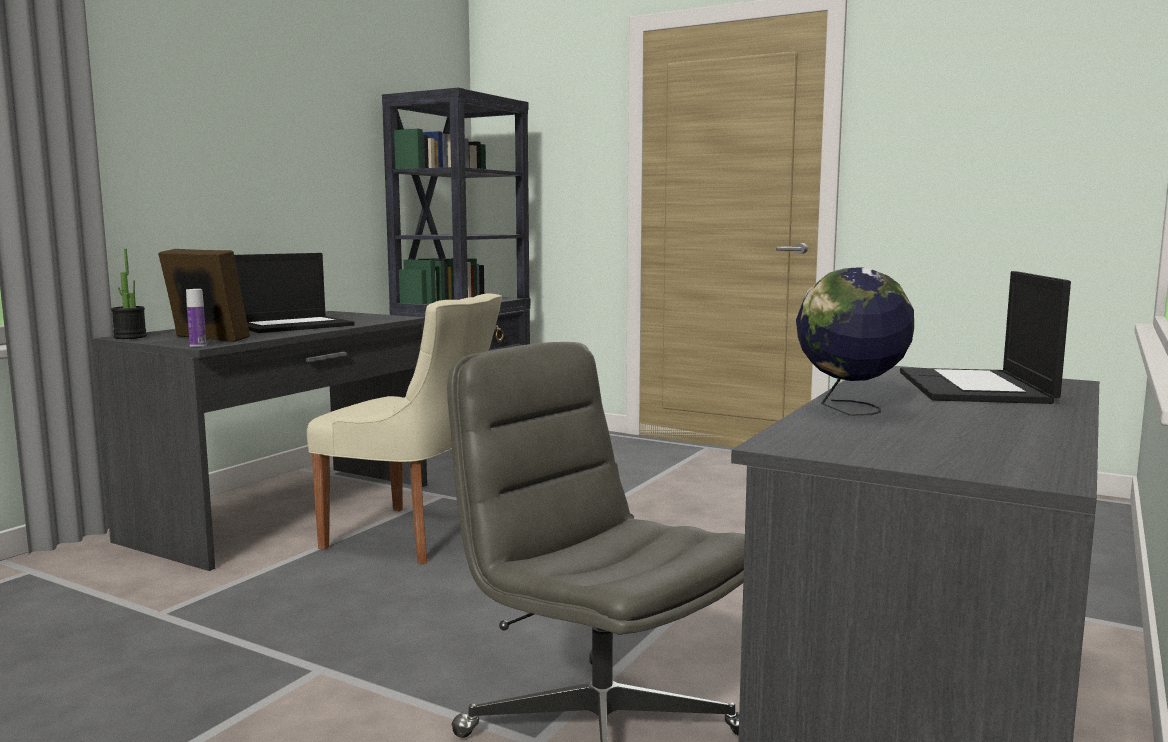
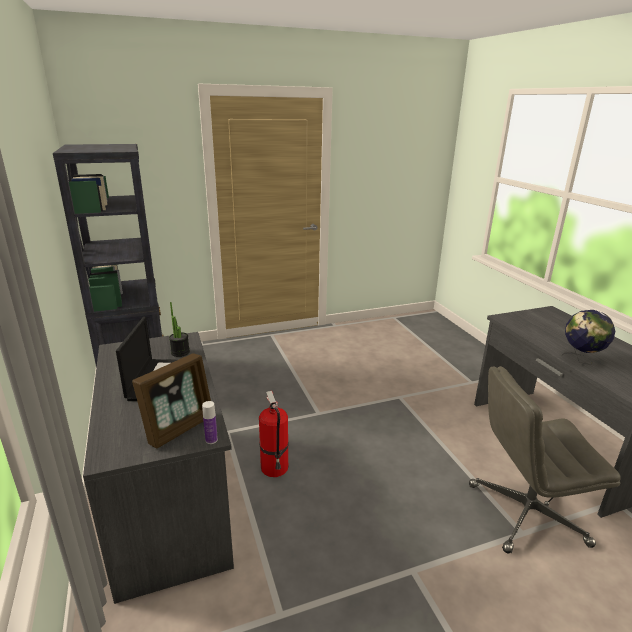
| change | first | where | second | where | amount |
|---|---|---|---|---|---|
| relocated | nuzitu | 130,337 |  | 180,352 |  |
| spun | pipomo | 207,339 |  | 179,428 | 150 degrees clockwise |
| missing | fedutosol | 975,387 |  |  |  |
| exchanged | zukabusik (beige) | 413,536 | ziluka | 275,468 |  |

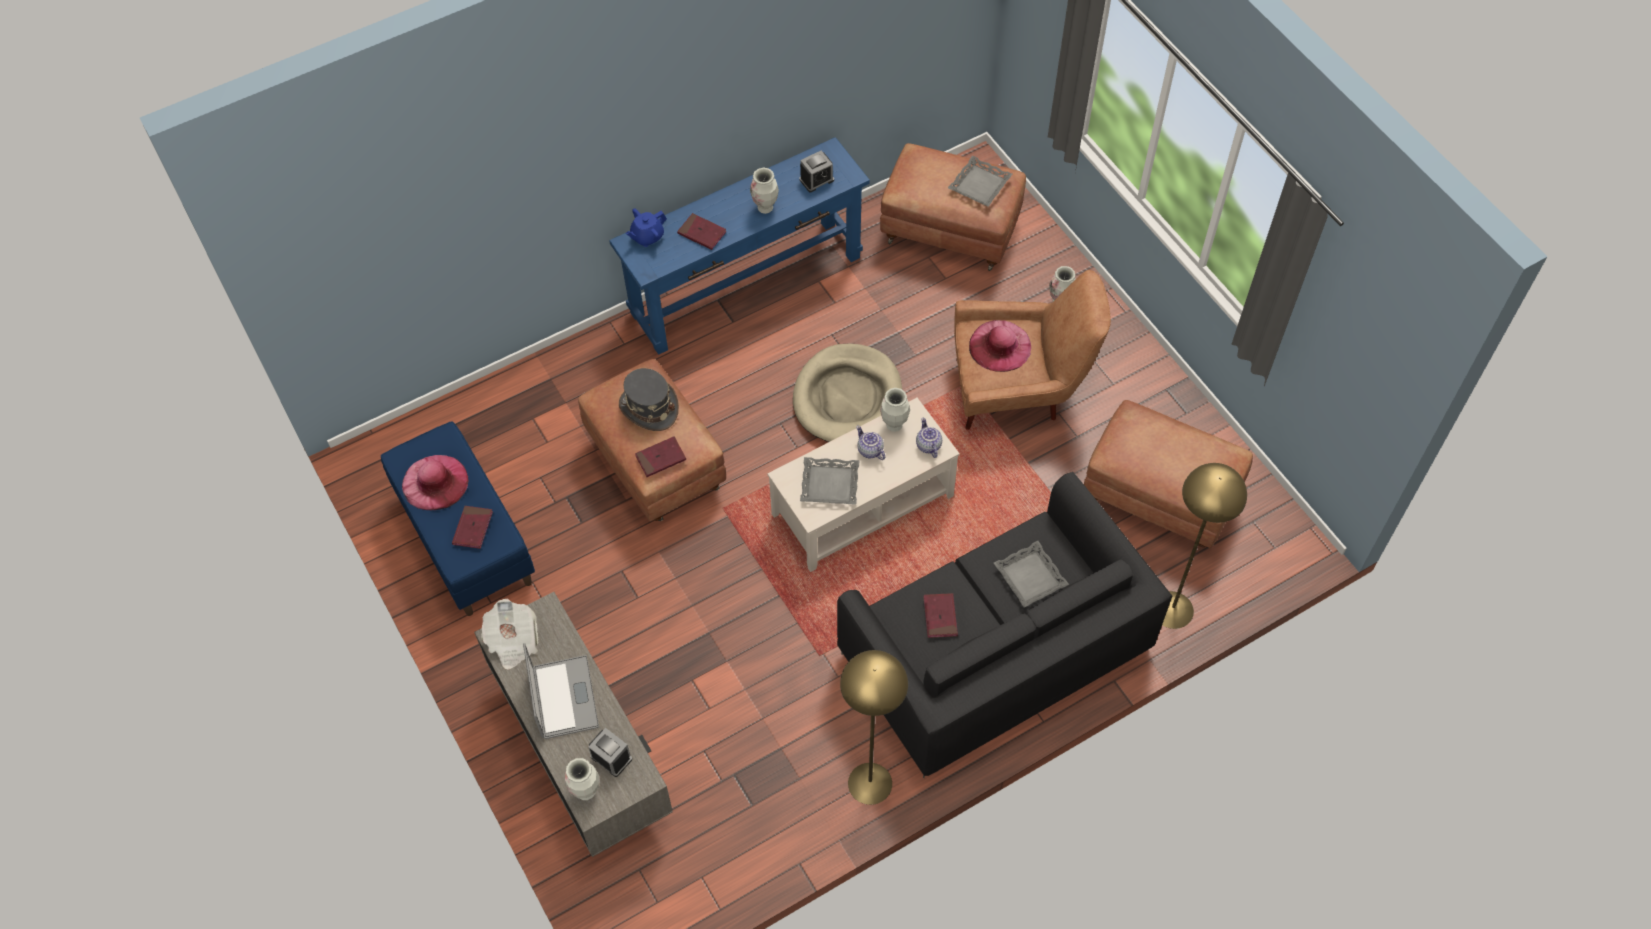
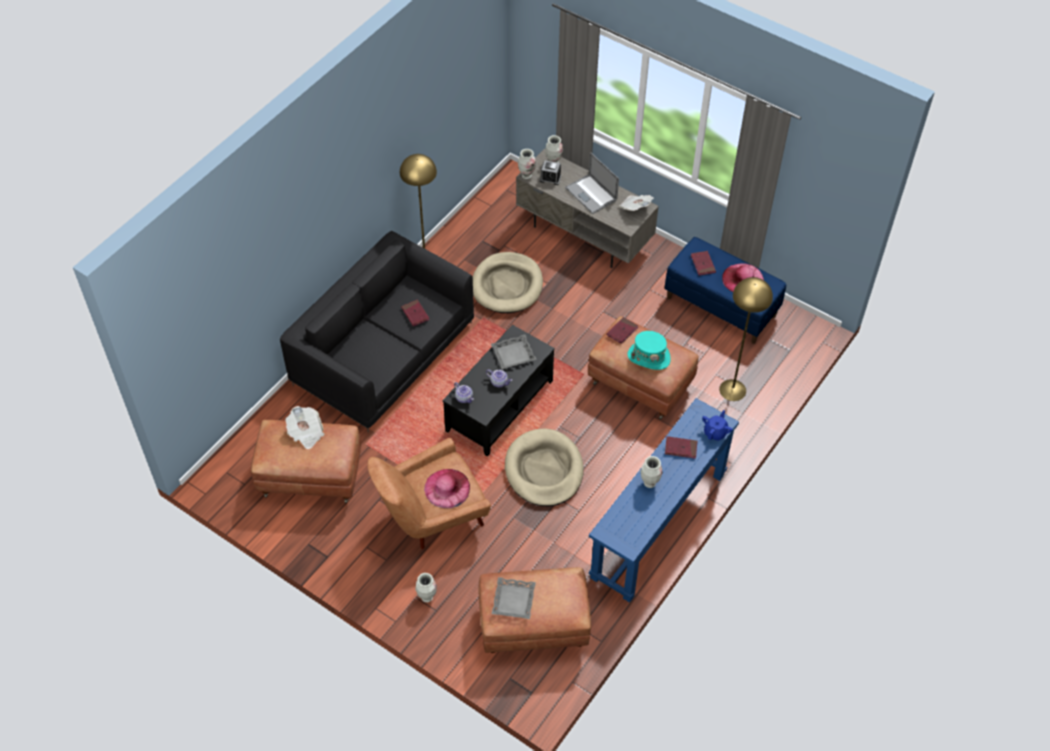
| change | first | where | second | where | amount |
|---|---|---|---|---|---|
| missing | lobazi | 816,180 |  |  |  |
| colour | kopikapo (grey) | 649,407 | kopikapo (turquoise) | 649,357 |  |
| relocated | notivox | 894,425 |  | 526,176 |  |
| colour | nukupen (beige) | 862,506 | nukupen (black) | 499,406 |  |
| relocated | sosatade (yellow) | 1172,610 |  | 732,390 |  |
| missing | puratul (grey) | 1029,577 |  |  |  |
| appeared |  |  | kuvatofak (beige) | 507,285 |  |
| appeared |  |  | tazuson | 306,433 |  |

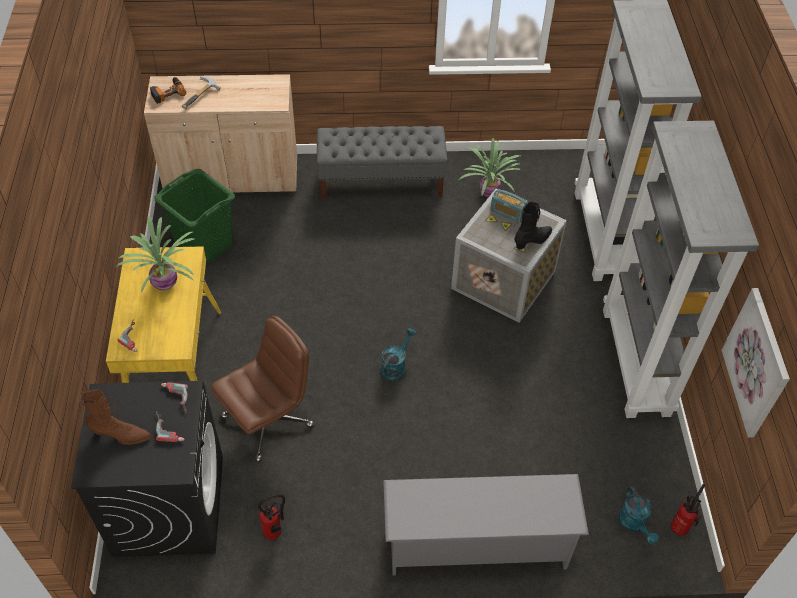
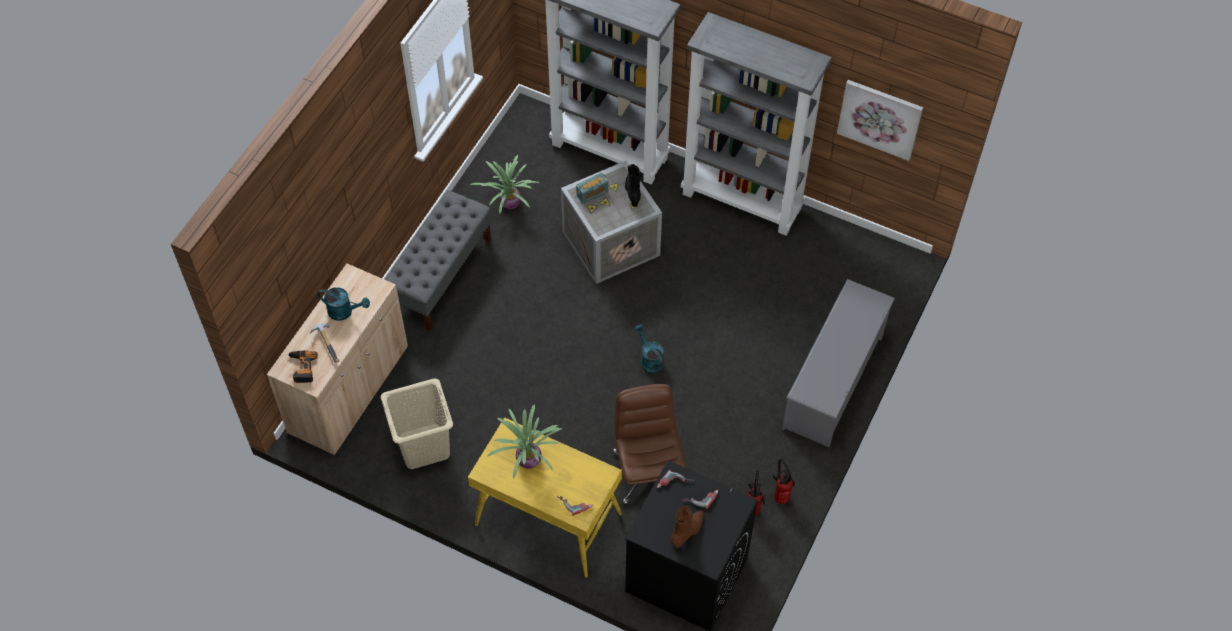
| change | first | where | second | where | amount |
|---|---|---|---|---|---|
| colour | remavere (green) | 205,245 | remavere (beige) | 423,446 |  |
| relocated | ziluka | 681,527 |  | 781,496 |  |
| relocated | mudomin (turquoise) | 634,524 |  | 344,311 |  |

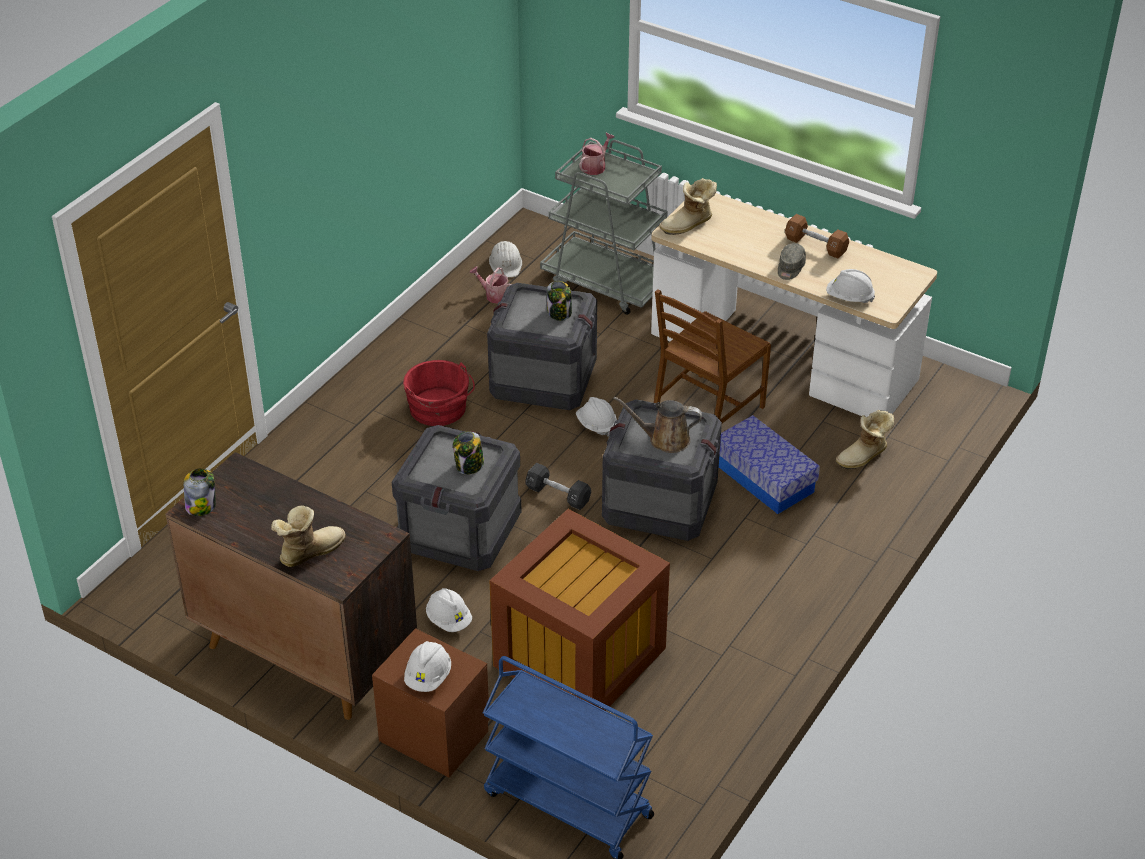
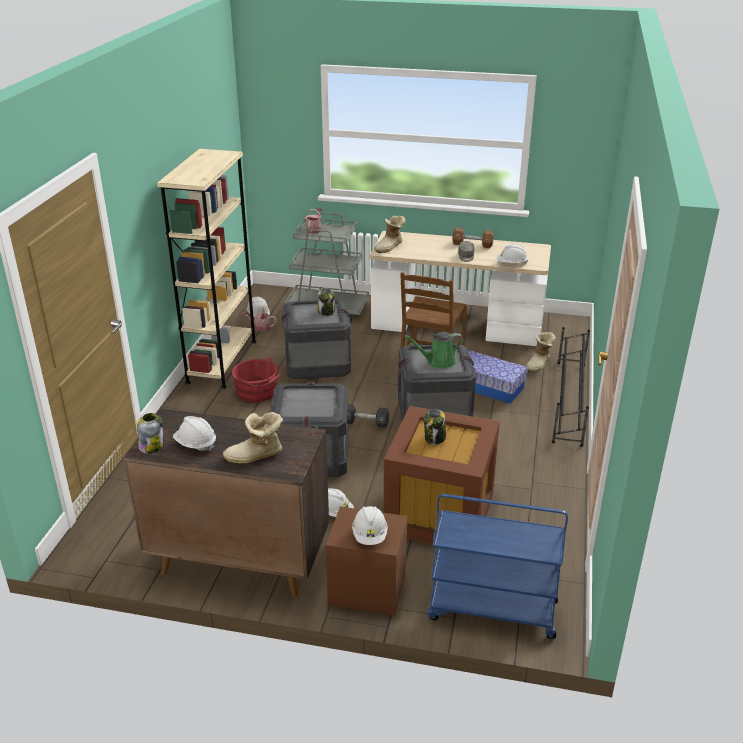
| change | first | where | second | where | amount |
|---|---|---|---|---|---|
| relocated | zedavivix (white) | 596,425 |  | 195,444 |  |
| colour | mudomin (brown) | 665,439 | mudomin (green) | 438,362 |  |
| relocated | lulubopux | 469,466 |  | 435,438 |  |
| spun | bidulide | 309,551 |  | 255,456 | 135 degrees counterclockwise |
| appeared |  |  | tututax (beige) | 222,361 |  |
| appeared |  |  | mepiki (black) | 568,402 |  |

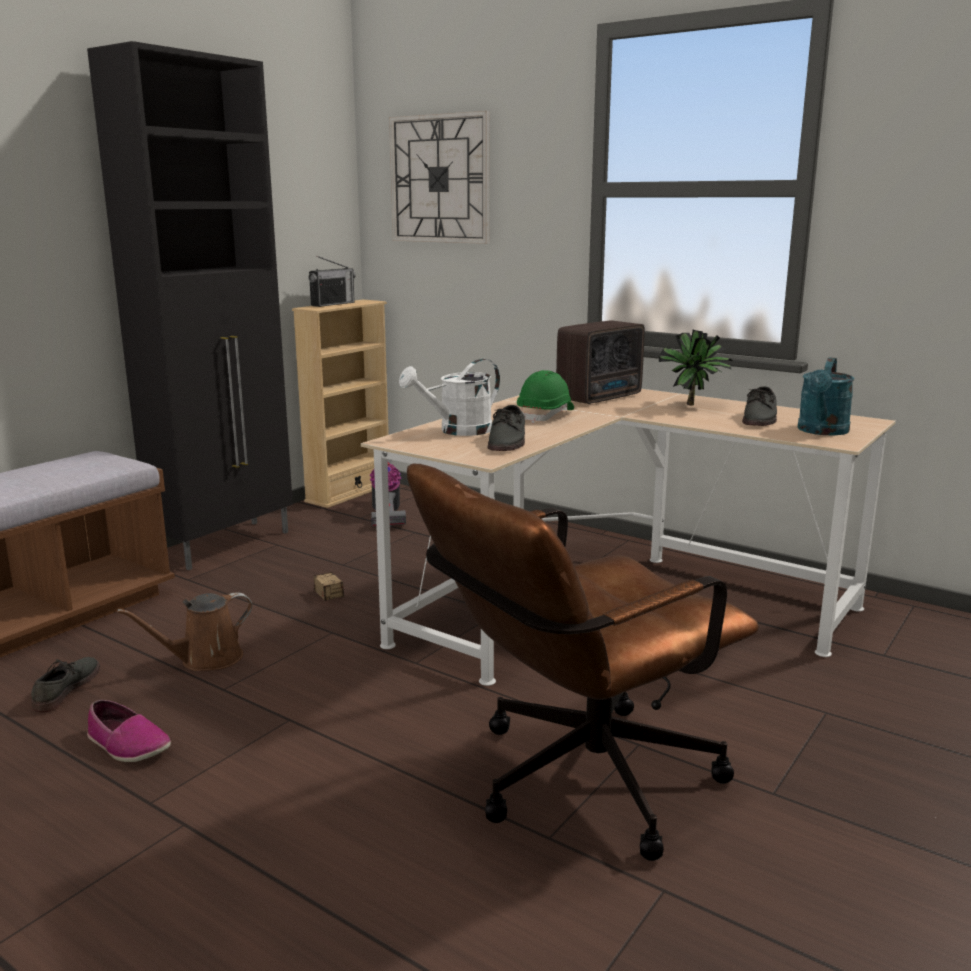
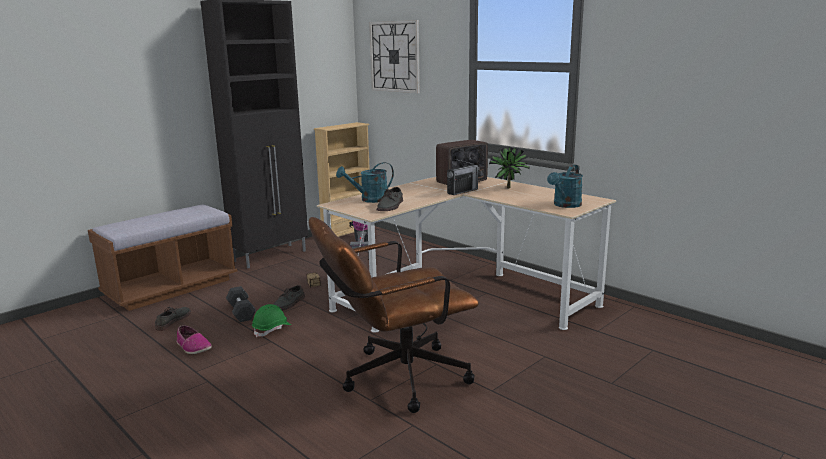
| change | first | where | second | where | amount |
|---|---|---|---|---|---|
| relocated | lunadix | 333,304 |  | 462,191 |  |
| colour | mudomin (white) | 457,431 | mudomin (turquoise) | 369,200 |  |
| relocated | zedavivix (green) | 546,416 |  | 272,329 |  |
| relocated | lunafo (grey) | 760,418 |  | 288,304 |  |
| exchanged | mudomin (brown) | 205,660 | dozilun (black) | 241,312 |  |

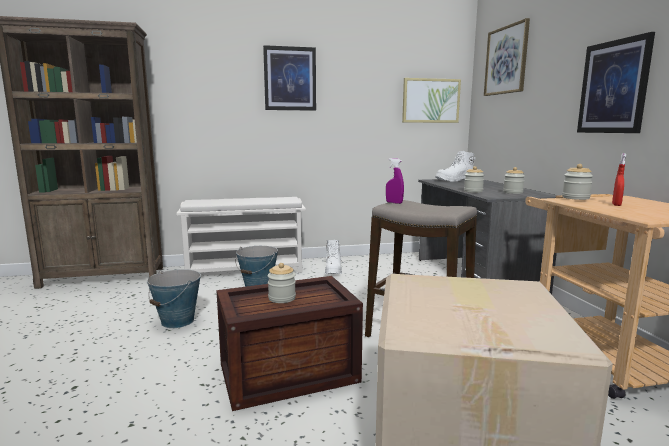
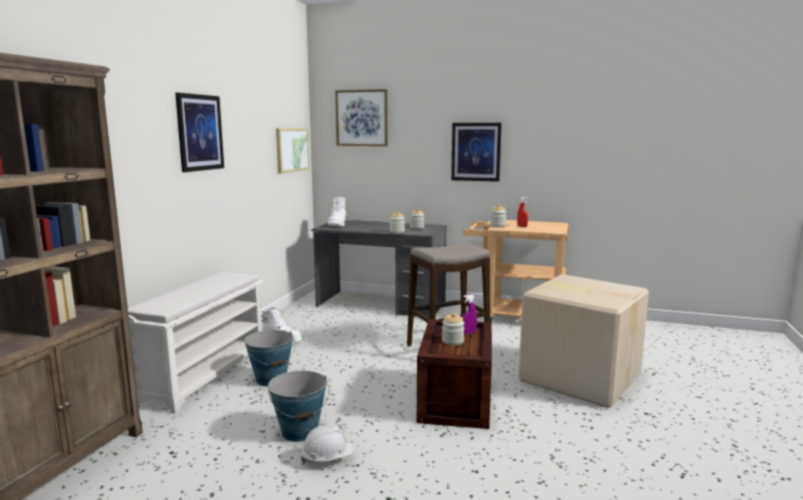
| change | first | where | second | where | amount |
|---|---|---|---|---|---|
| relocated | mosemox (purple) | 394,202 |  | 468,333 |  |
| appeared |  |  | zedavivix (white) | 327,459 |  |

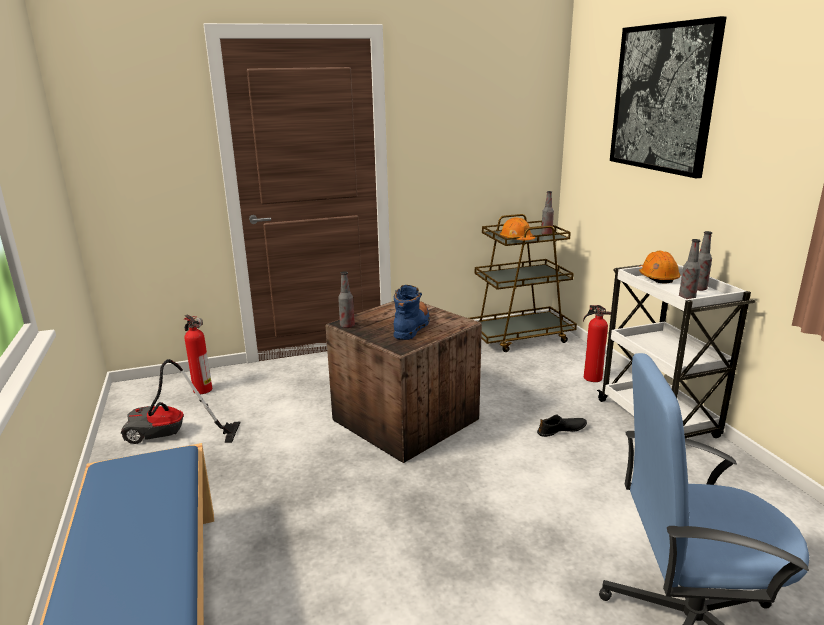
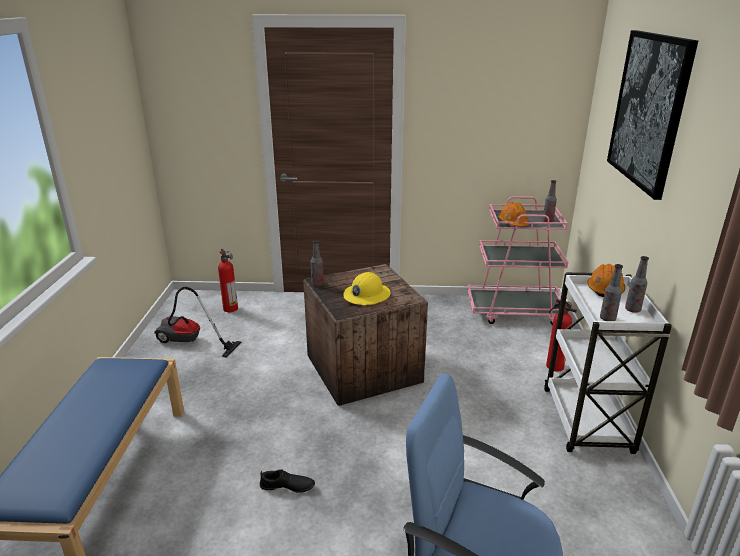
| change | first | where | second | where | amount |
|---|---|---|---|---|---|
| colour | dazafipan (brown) | 520,337 | dazafipan (pink) | 515,311 |  |
| exchanged | bidulide (blue) | 412,327 | zedavivix (yellow) | 366,295 |  |
| relocated | lunafo (black) | 562,430 |  | 287,486 |  |

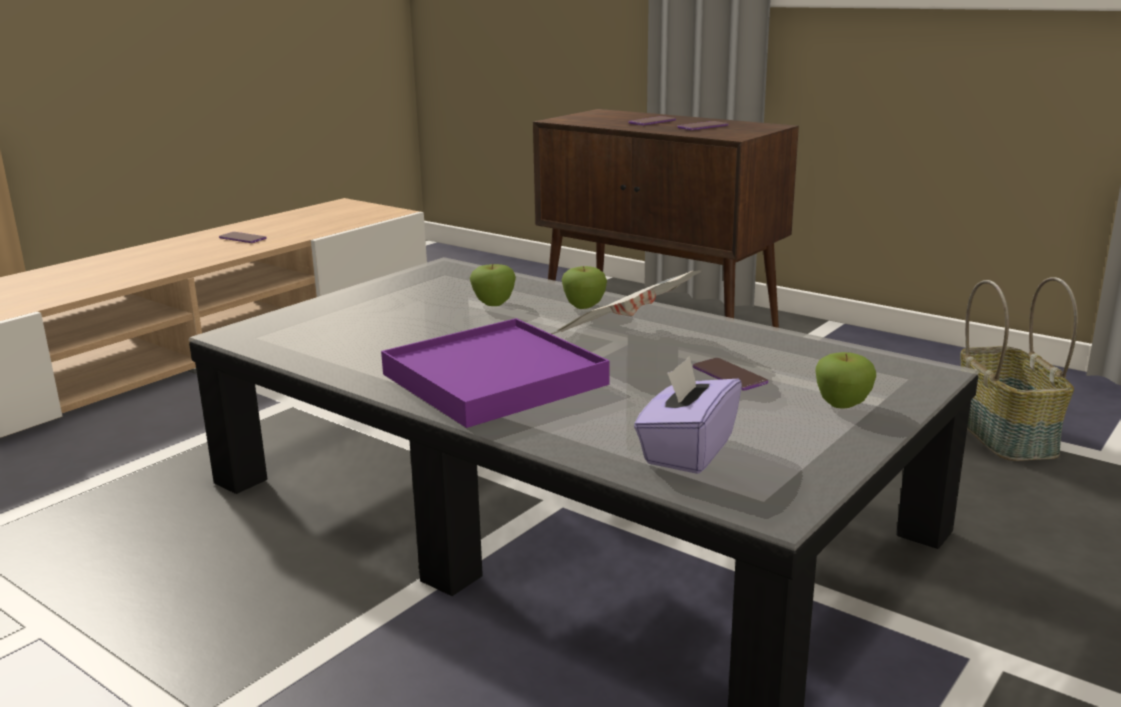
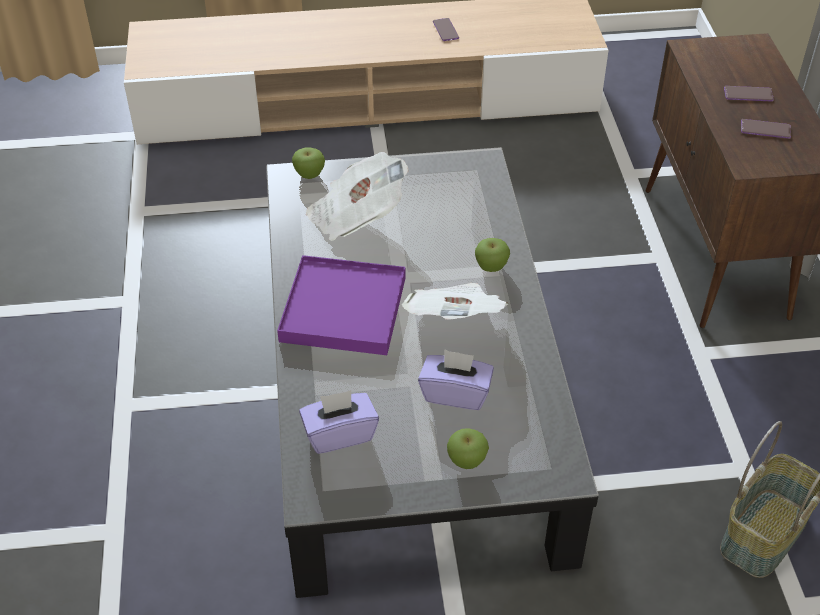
| change | first | where | second | where | amount |
|---|---|---|---|---|---|
| relocated | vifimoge | 493,303 |  | 309,175 |  |
| exchanged | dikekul | 729,375 | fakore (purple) | 455,393 |  |
| appeared |  |  | tazuson | 356,216 |  |

